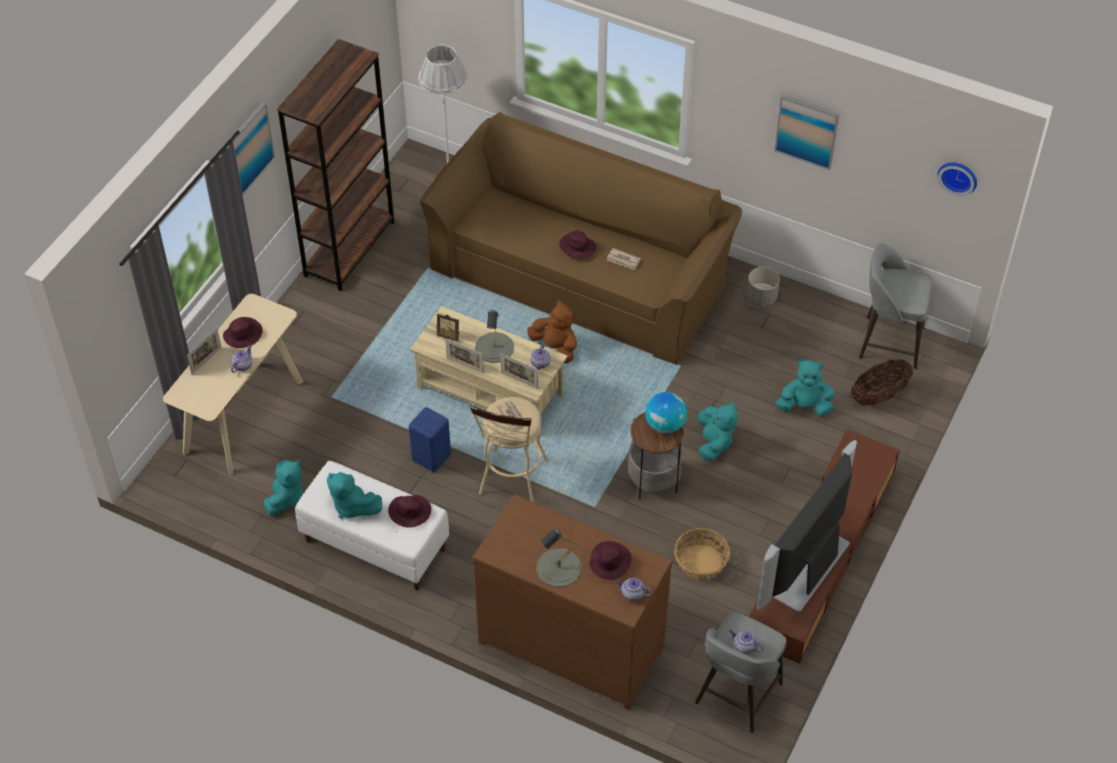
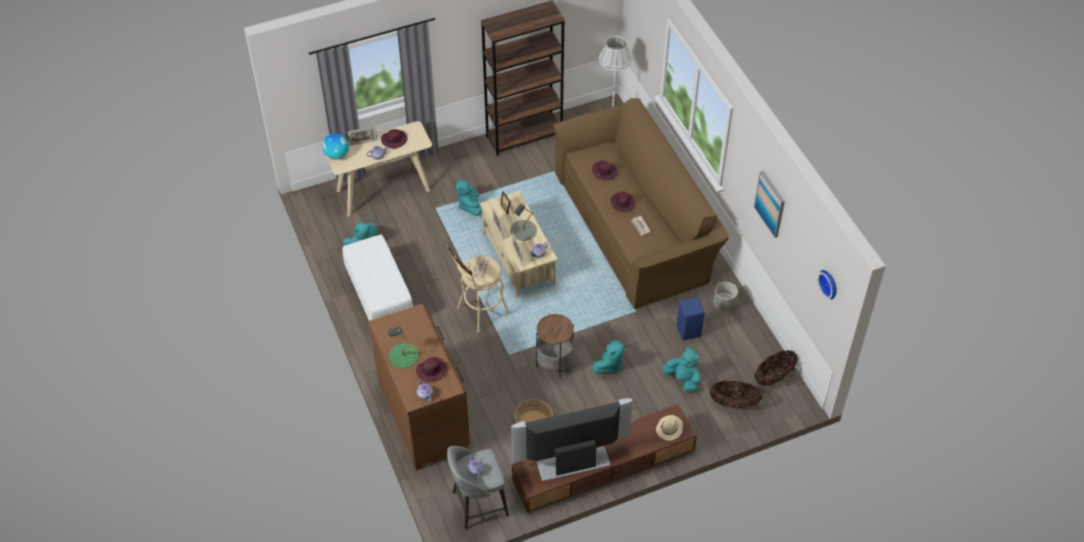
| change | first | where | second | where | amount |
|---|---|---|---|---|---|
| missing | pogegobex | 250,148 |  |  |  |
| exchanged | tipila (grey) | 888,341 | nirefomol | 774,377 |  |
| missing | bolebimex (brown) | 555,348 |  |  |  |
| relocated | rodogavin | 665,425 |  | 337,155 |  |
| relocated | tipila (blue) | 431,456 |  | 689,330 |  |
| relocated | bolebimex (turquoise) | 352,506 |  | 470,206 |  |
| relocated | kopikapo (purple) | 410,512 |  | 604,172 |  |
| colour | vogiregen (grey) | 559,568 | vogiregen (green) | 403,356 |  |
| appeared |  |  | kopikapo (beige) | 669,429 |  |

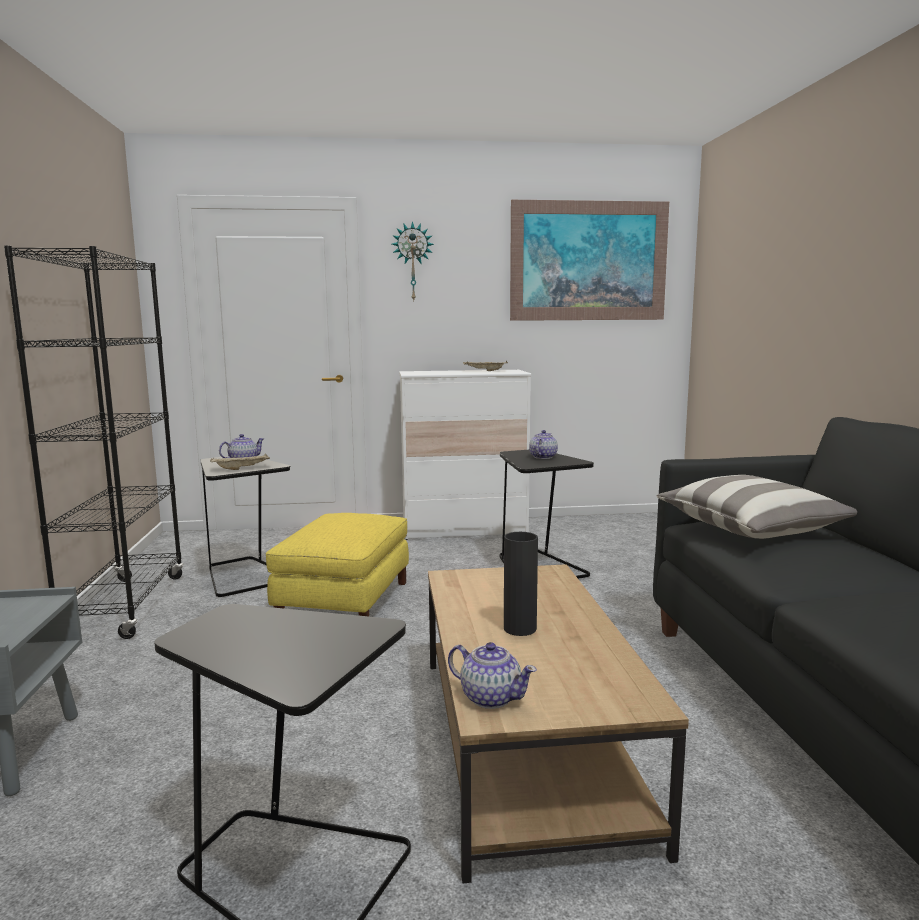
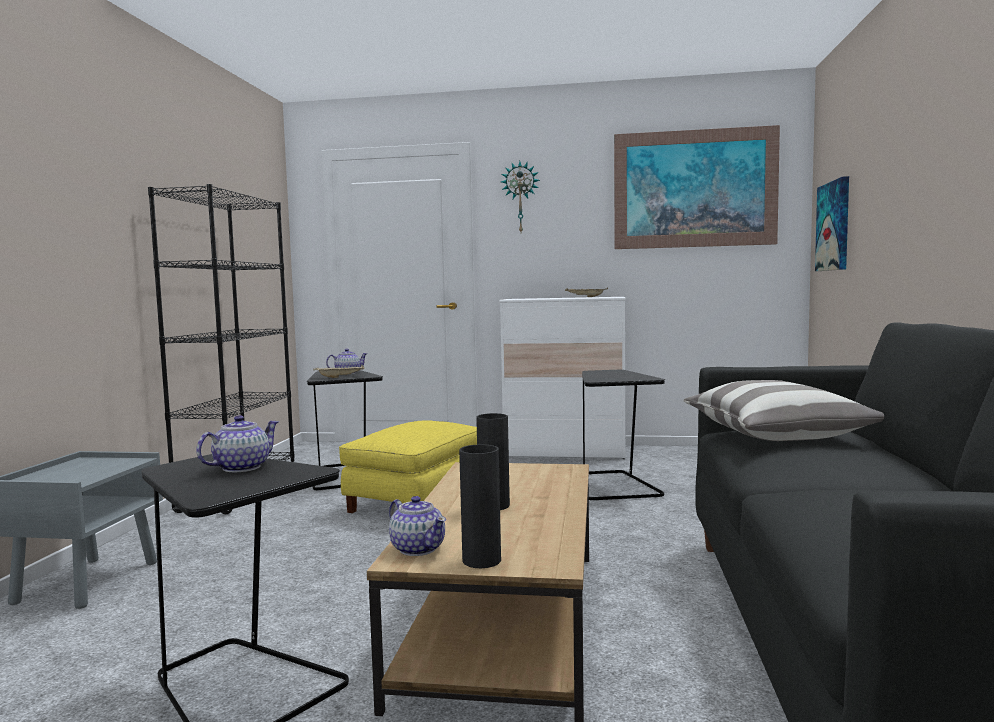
| change | first | where | second | where | amount |
|---|---|---|---|---|---|
| relocated | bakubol | 542,457 |  | 240,467 |  |
| appeared |  |  | pogegobex | 834,226 |  |
| appeared |  |  | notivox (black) | 481,560 |  |

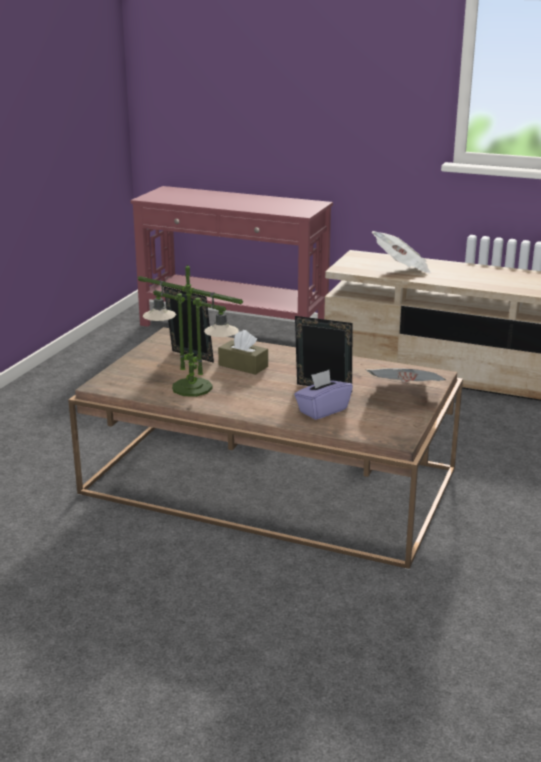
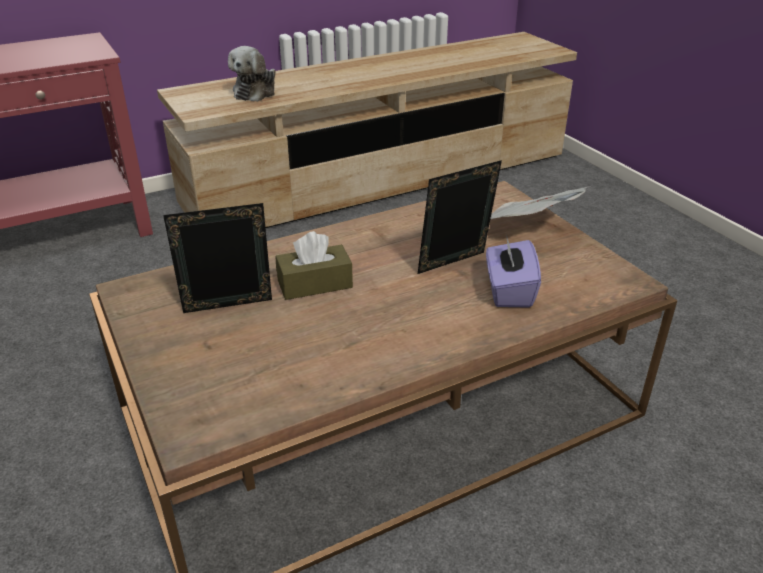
| change | first | where | second | where | amount |
|---|---|---|---|---|---|
| exchanged | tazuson | 401,268 | bolebimex | 256,92 |  |
| missing | vogiregen | 192,388 |  |  |  |

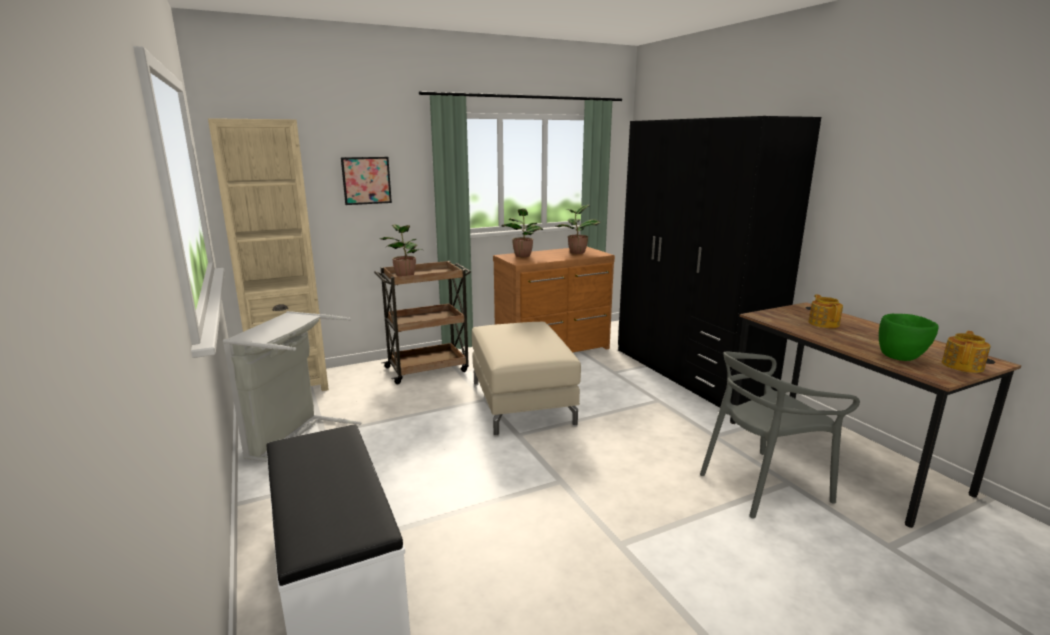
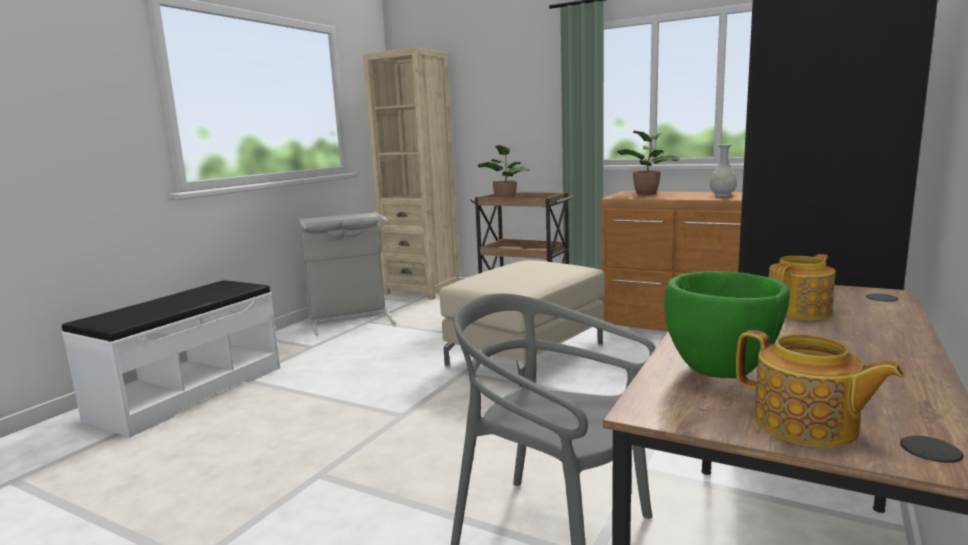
| change | first | where | second | where | amount |
|---|---|---|---|---|---|
| missing | pogegobex | 366,180 |  |  |  |
| exchanged | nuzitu | 576,252 | notivox (white) | 722,195 |  |
| spun | bakubol | 963,366 |  | 806,425 | 45 degrees clockwise |

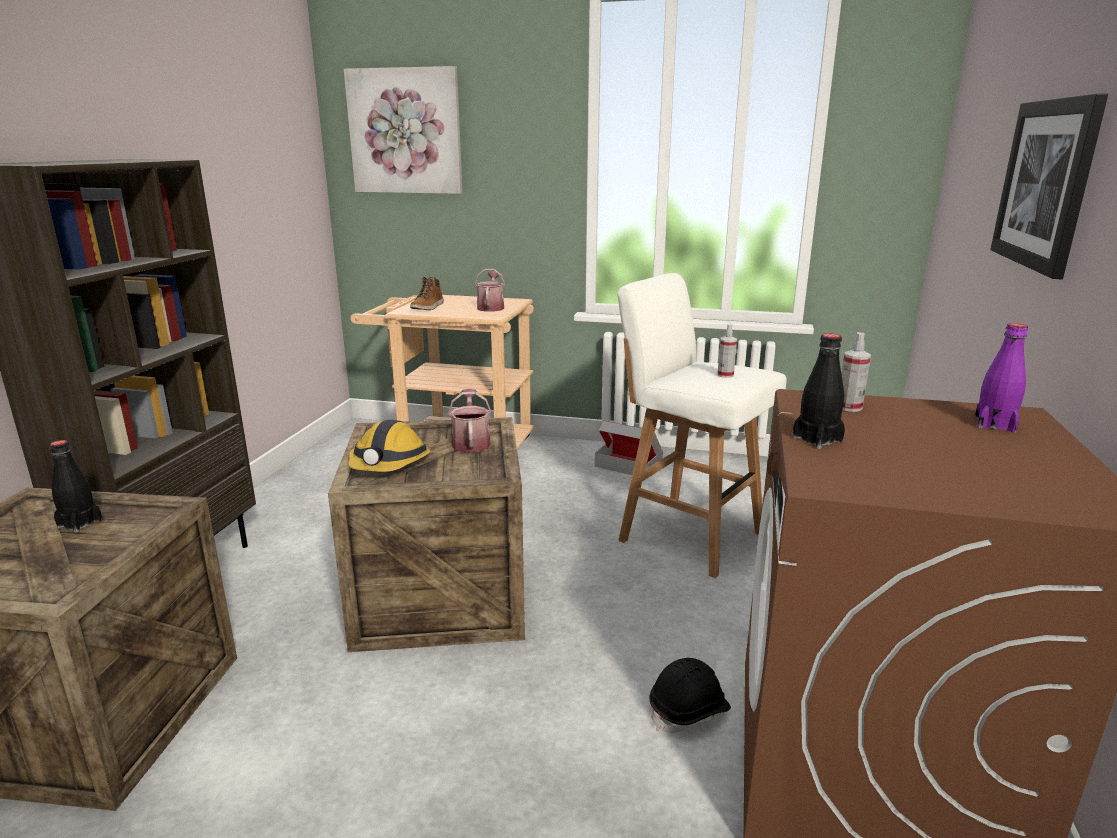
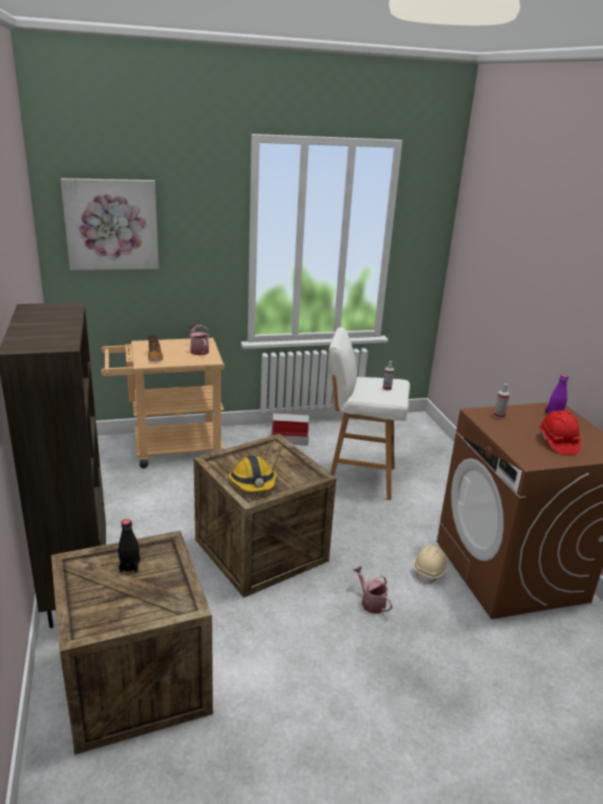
| change | first | where | second | where | amount |
|---|---|---|---|---|---|
| missing | pogegobex | 1046,184 |  |  |  |
| missing | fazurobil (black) | 817,439 |  |  |  |
| relocated | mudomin | 471,442 |  | 370,602 |  |
| colour | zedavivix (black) | 689,711 | zedavivix (beige) | 430,571 |  |
| appeared |  |  | zedavivix (red) | 557,443 |  |

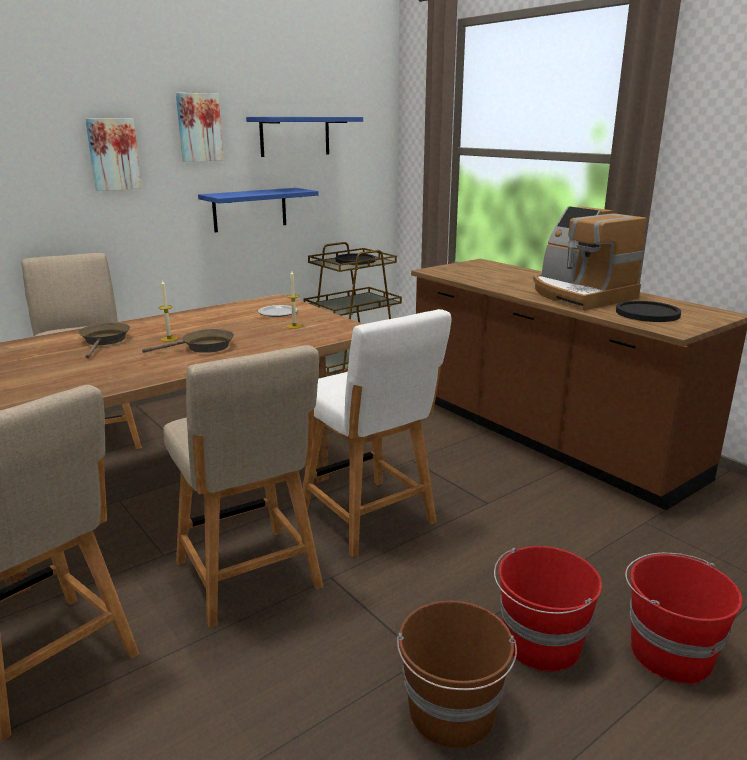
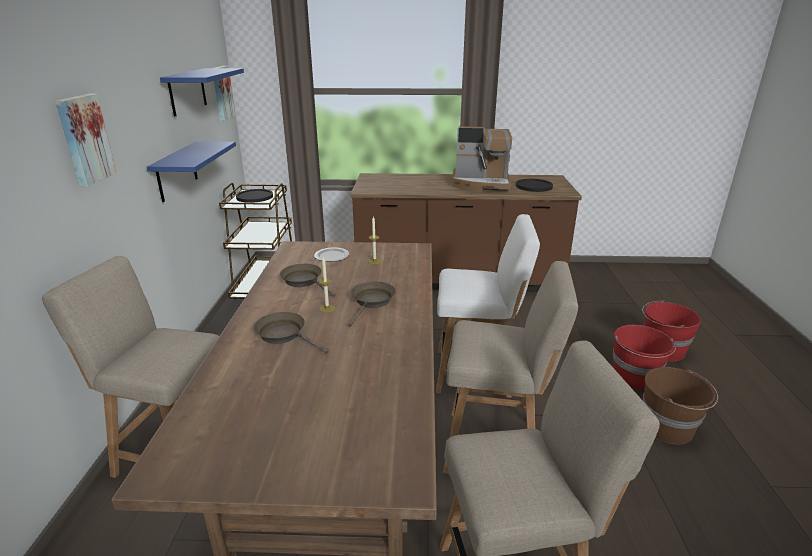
| change | first | where | second | where | amount |
|---|---|---|---|---|---|
| relocated | pogegobex | 199,127 |  | 221,93 |  |
| appeared |  |  | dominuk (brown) | 304,281 |  |

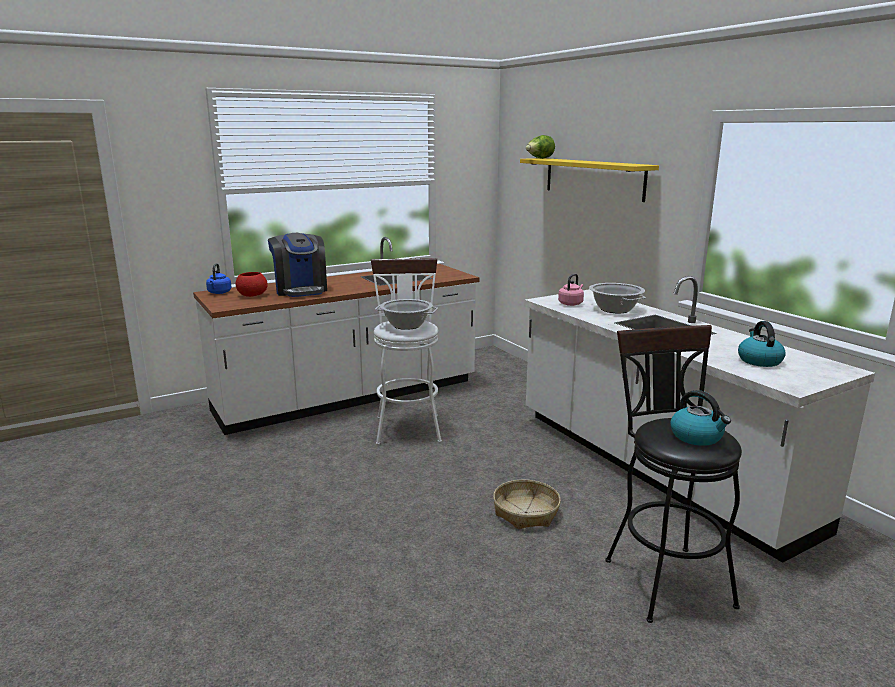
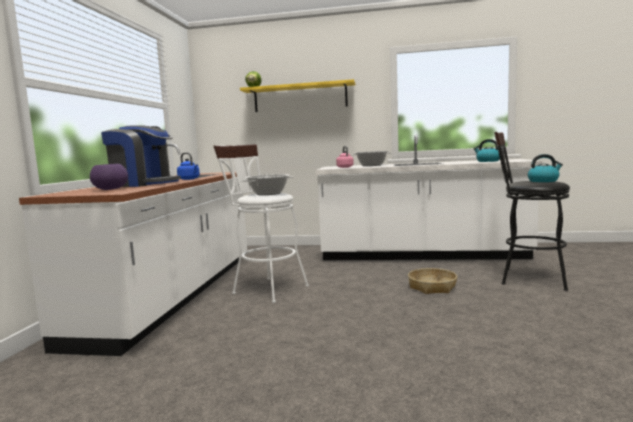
| change | first | where | second | where | amount |
|---|---|---|---|---|---|
| relocated | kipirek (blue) | 219,293 |  | 189,179 |  |
| colour | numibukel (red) | 252,295 | numibukel (purple) | 110,189 |  |

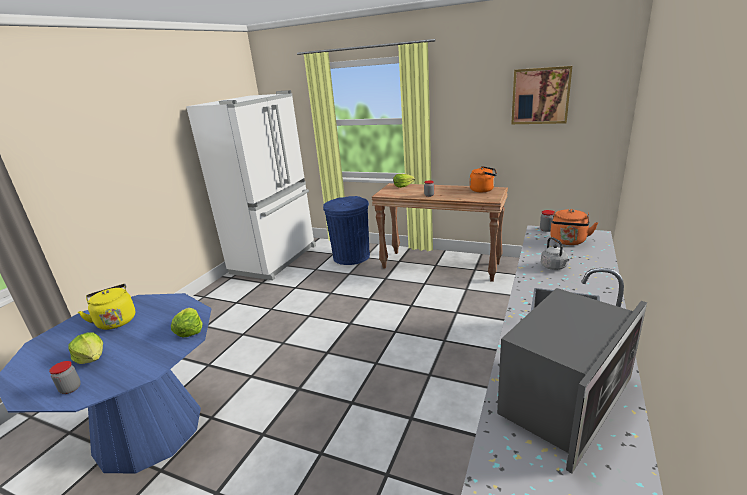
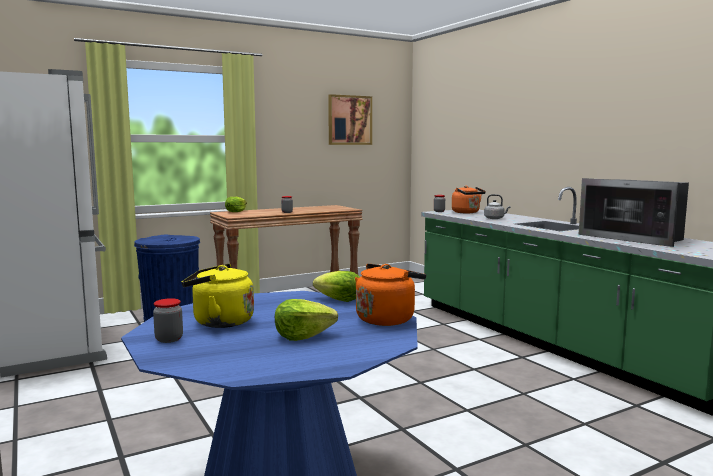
| change | first | where | second | where | amount |
|---|---|---|---|---|---|
| relocated | kipirek (orange) | 483,190 |  | 387,319 |  |
| spun | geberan | 563,400 |  | 634,238 | 150 degrees clockwise |
| relocated | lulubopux | 70,388 |  | 169,339 |  |

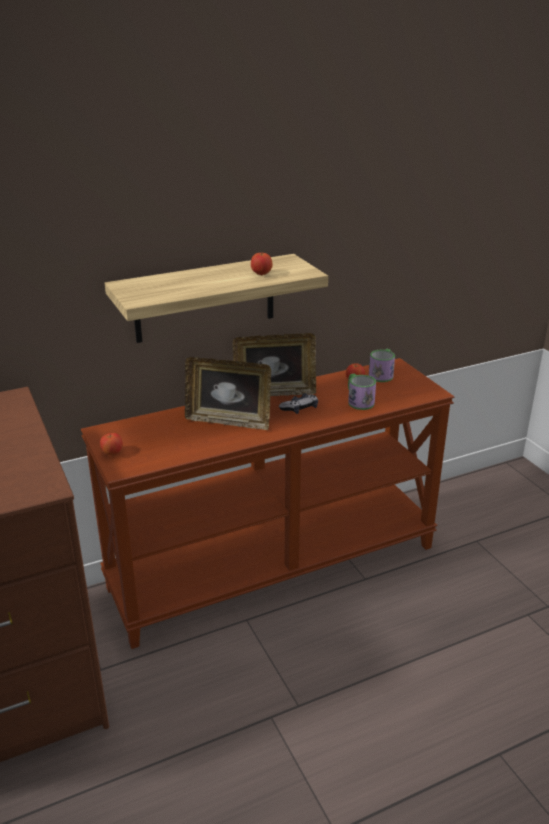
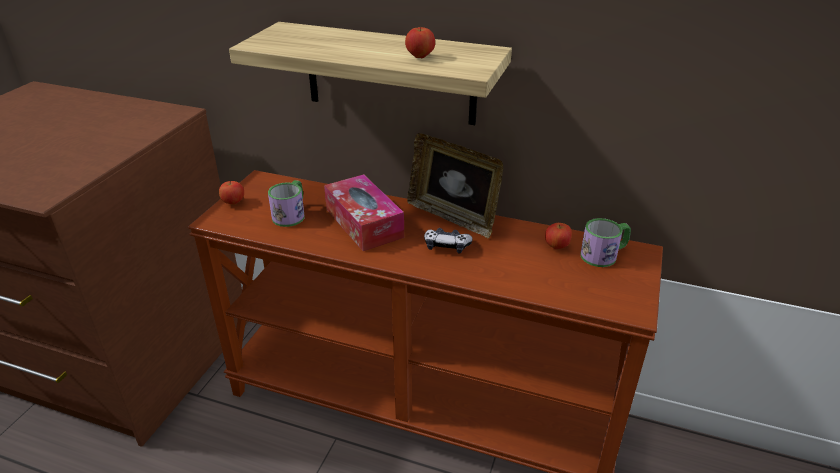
| change | first | where | second | where | amount |
|---|---|---|---|---|---|
| exchanged | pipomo | 228,421 | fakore | 364,223 |  |
| relocated | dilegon | 358,401 |  | 291,214 |  |

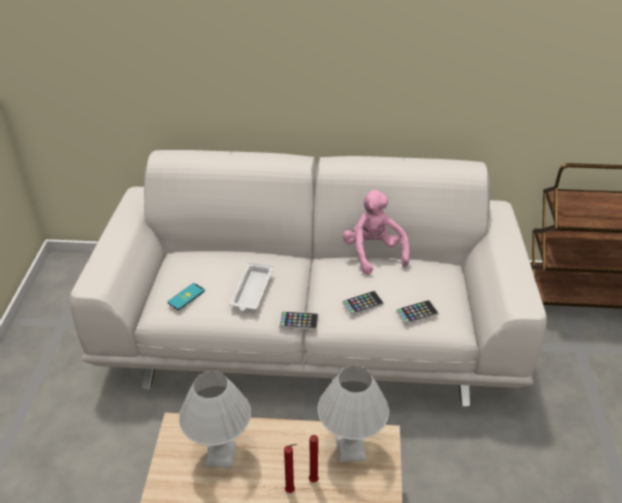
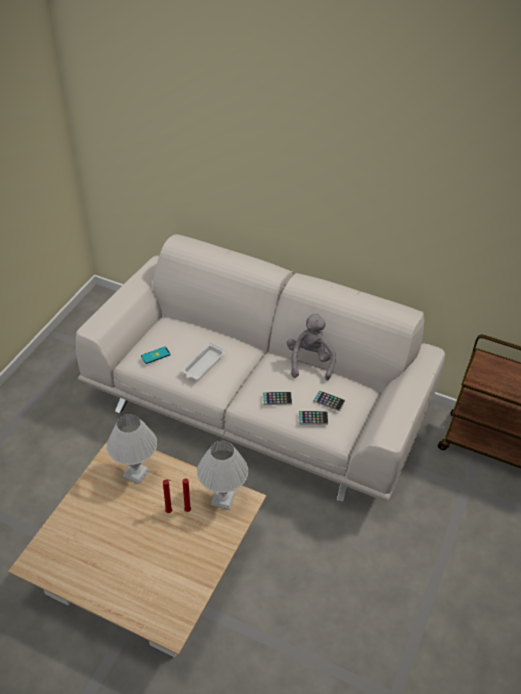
| change | first | where | second | where | amount |
|---|---|---|---|---|---|
| colour | bolebimex (pink) | 373,253 | bolebimex (grey) | 310,361 |  |
| relocated | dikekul | 298,321 |  | 329,401 |  |

